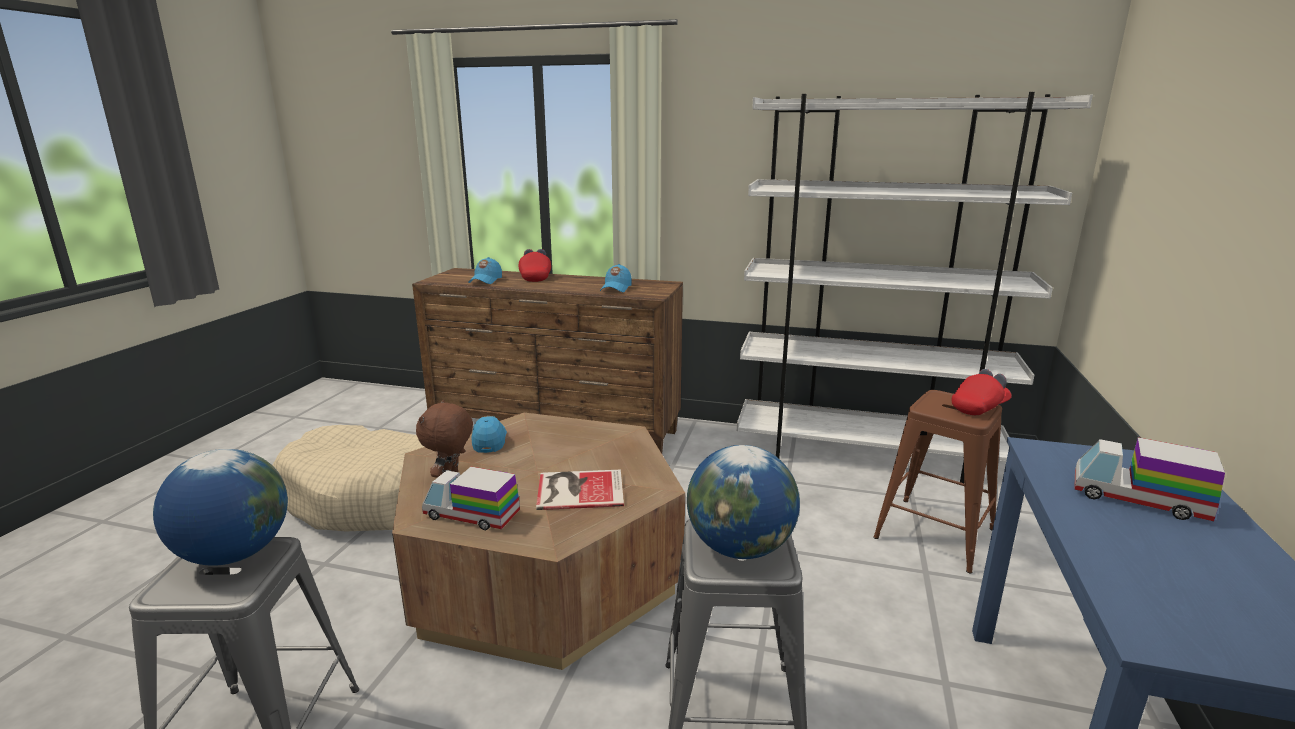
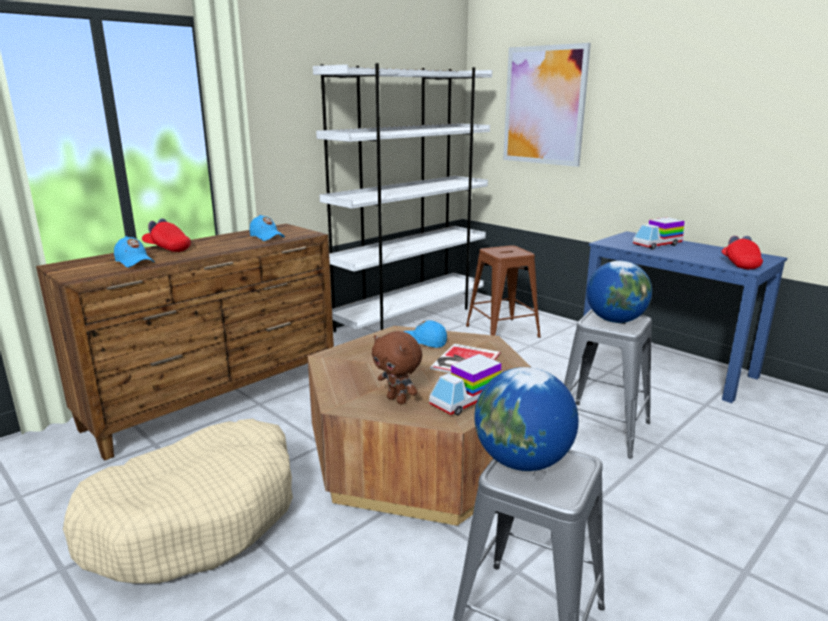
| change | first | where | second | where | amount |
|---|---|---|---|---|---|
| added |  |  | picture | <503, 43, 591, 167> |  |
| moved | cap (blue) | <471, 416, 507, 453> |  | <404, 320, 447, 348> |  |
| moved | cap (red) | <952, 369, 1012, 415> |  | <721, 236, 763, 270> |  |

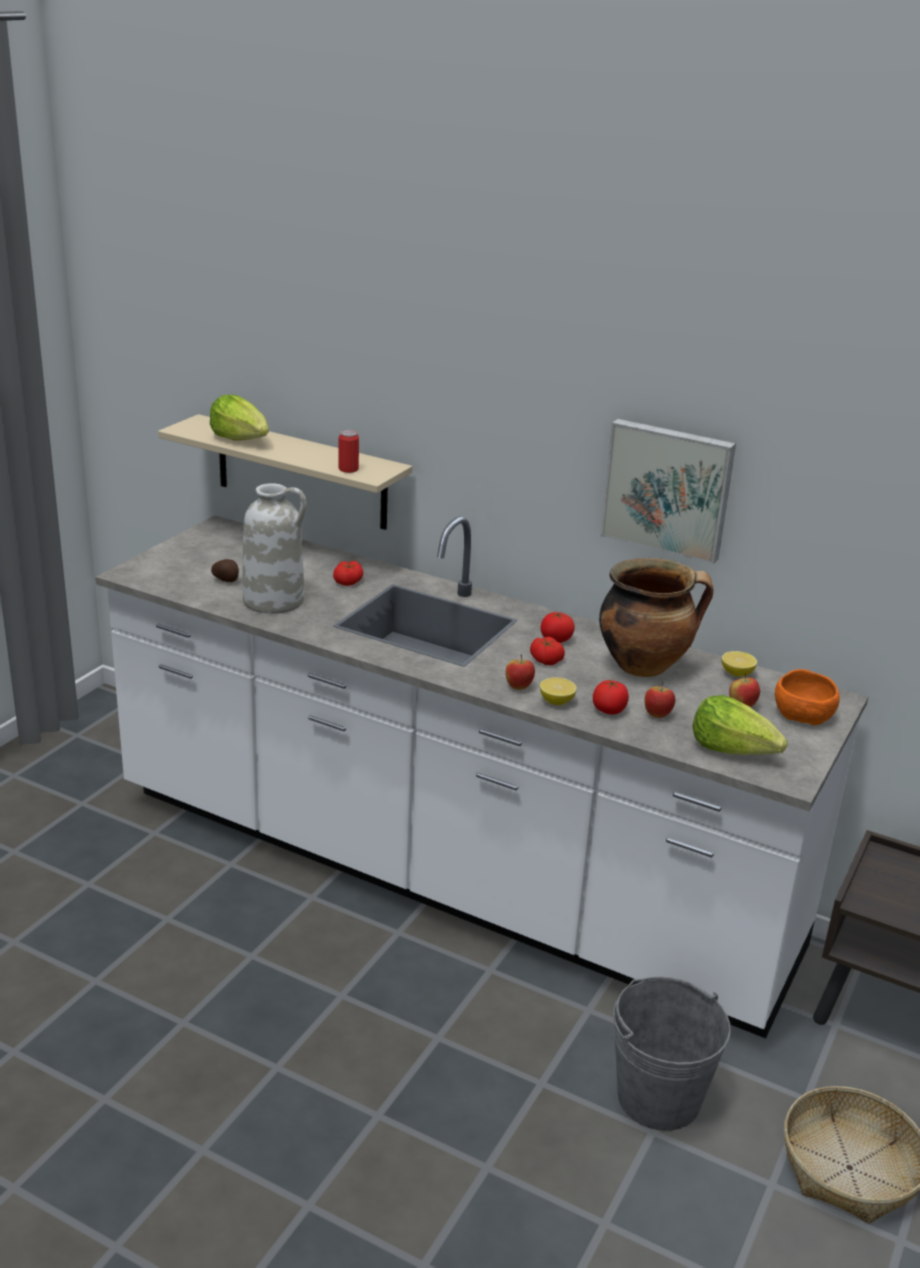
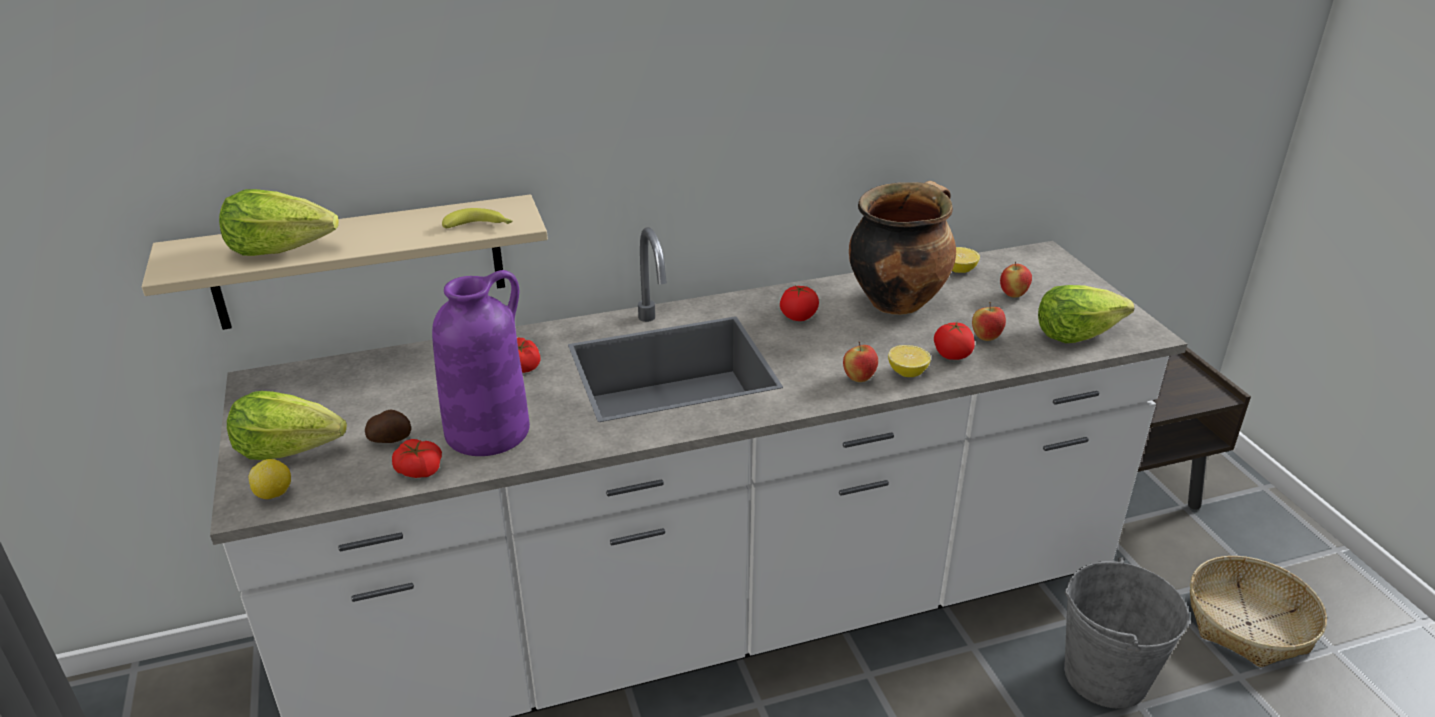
| change | first | where | second | where | amount |
|---|---|---|---|---|---|
| removed | picture | <600, 419, 736, 564> |  |  |  |
| removed | bowl (orange) | <775, 669, 840, 725> |  |  |  |
| added |  |  | lettuce | <227, 391, 347, 460> |  |
| added |  |  | lemon | <249, 459, 291, 499> |  |
| moved | tomato | <530, 637, 565, 665> |  | <392, 439, 442, 478> |  |
| replaced | can | <338, 430, 359, 473> | banana | <442, 208, 513, 228> |  |
| recoloured | vase (white) | <242, 483, 307, 614> | vase (purple) | <432, 270, 530, 456> |  |

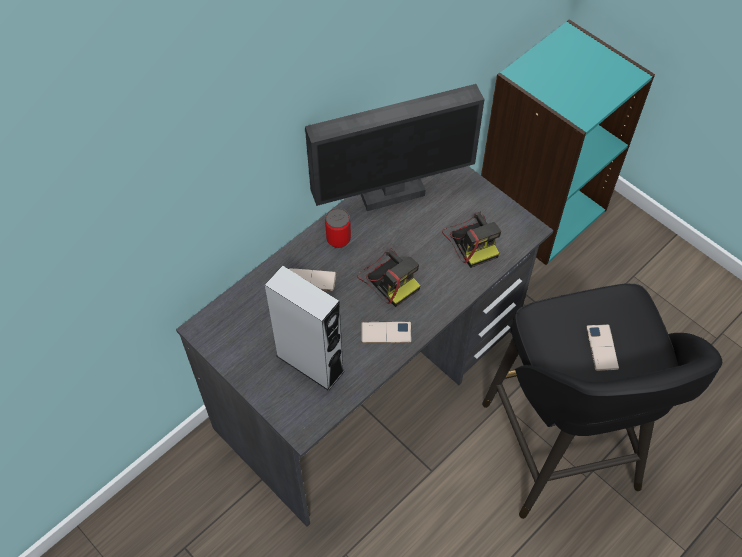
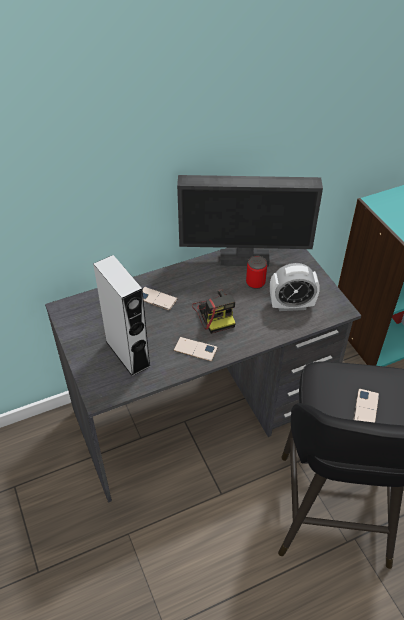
| change | first | where | second | where | amount |
|---|---|---|---|---|---|
| moved | can | <325, 208, 351, 248> |  | <246, 256, 267, 289> |  |
| replaced | photo camera | <442, 212, 501, 268> | alarm clock | <270, 263, 320, 311> |  |

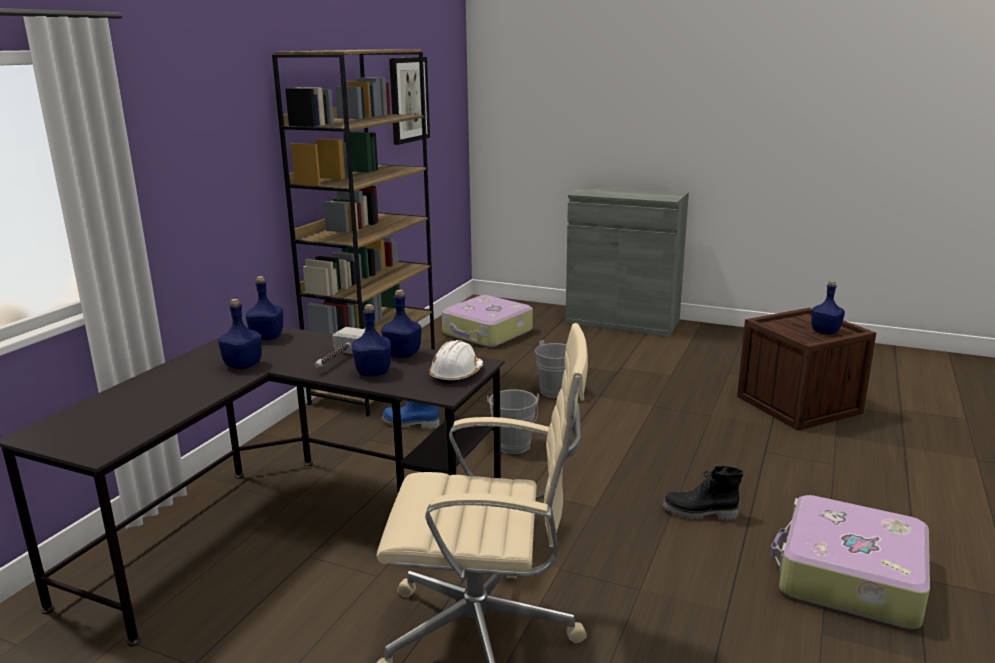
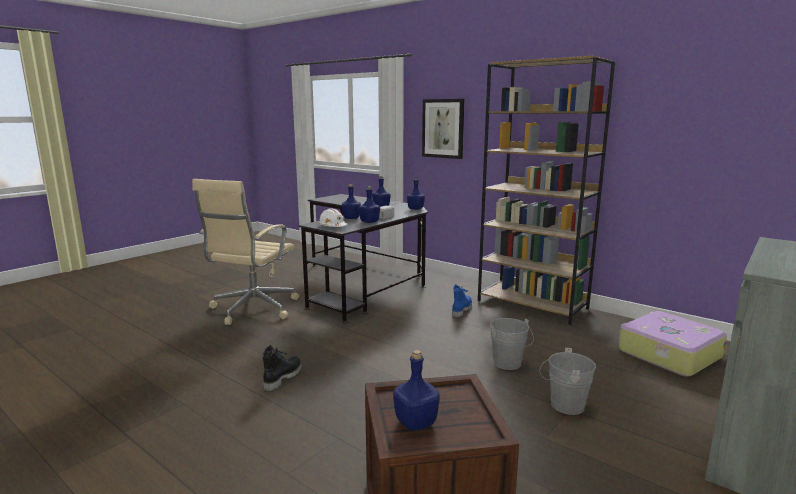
| change | first | where | second | where | amount |
|---|---|---|---|---|---|
| removed | suitcase | <770, 495, 930, 629> |  |  |  |
| moved | picture | <389, 57, 430, 145> |  | <422, 99, 465, 159> |  |
| moved | bucket (grey) | <487, 389, 539, 454> |  | <540, 348, 596, 415> |  |

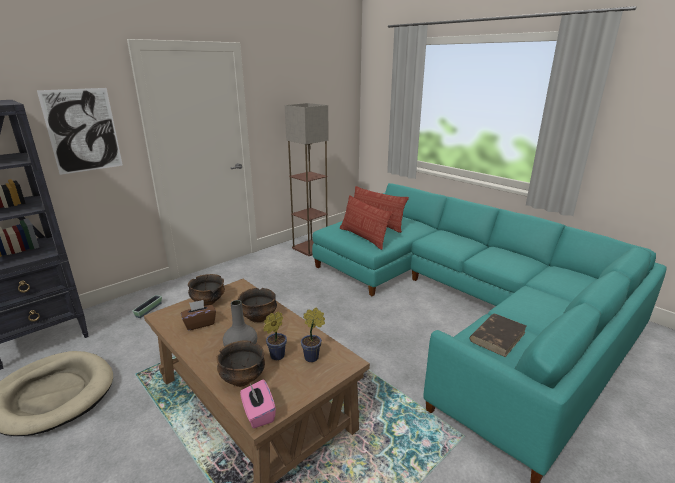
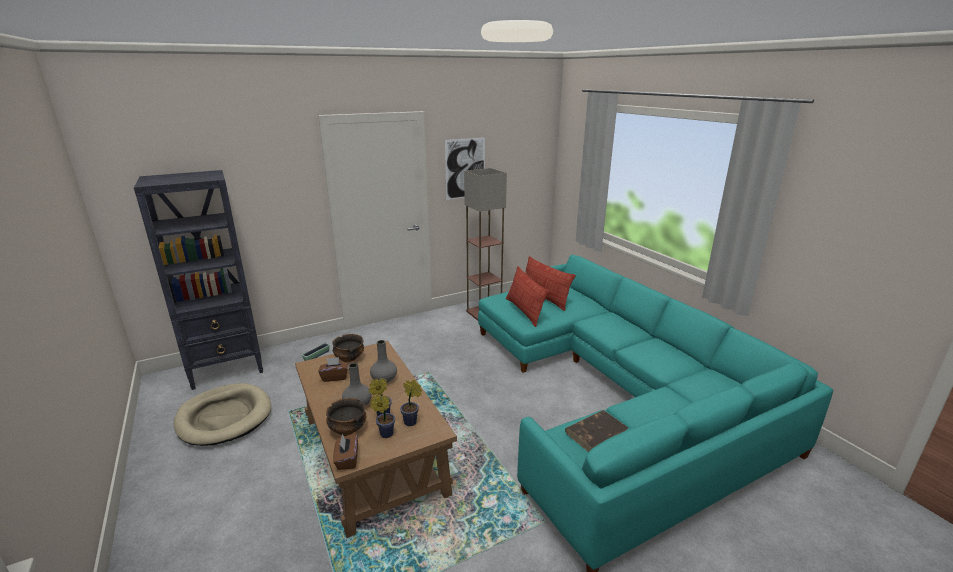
| change | first | where | second | where | amount |
|---|---|---|---|---|---|
| added |  |  | potted plant | <370, 395, 395, 438> |  |
| moved | picture | <37, 88, 123, 175> |  | <445, 137, 485, 200> |  |
| replaced | bowl | <238, 288, 277, 322> | vase (grey) | <370, 340, 397, 383> |  |
| recoloured | tissue box (pink) | <240, 380, 276, 428> | tissue box (brown) | <333, 433, 358, 470> |  |

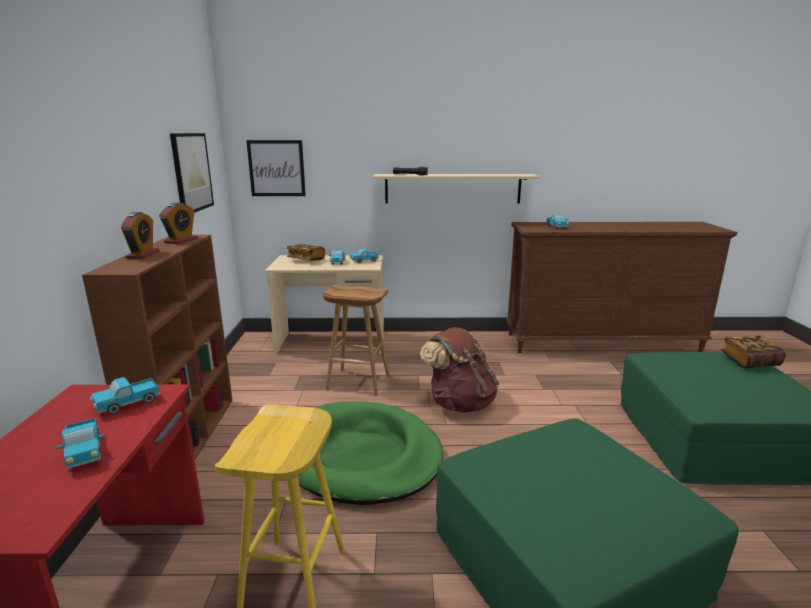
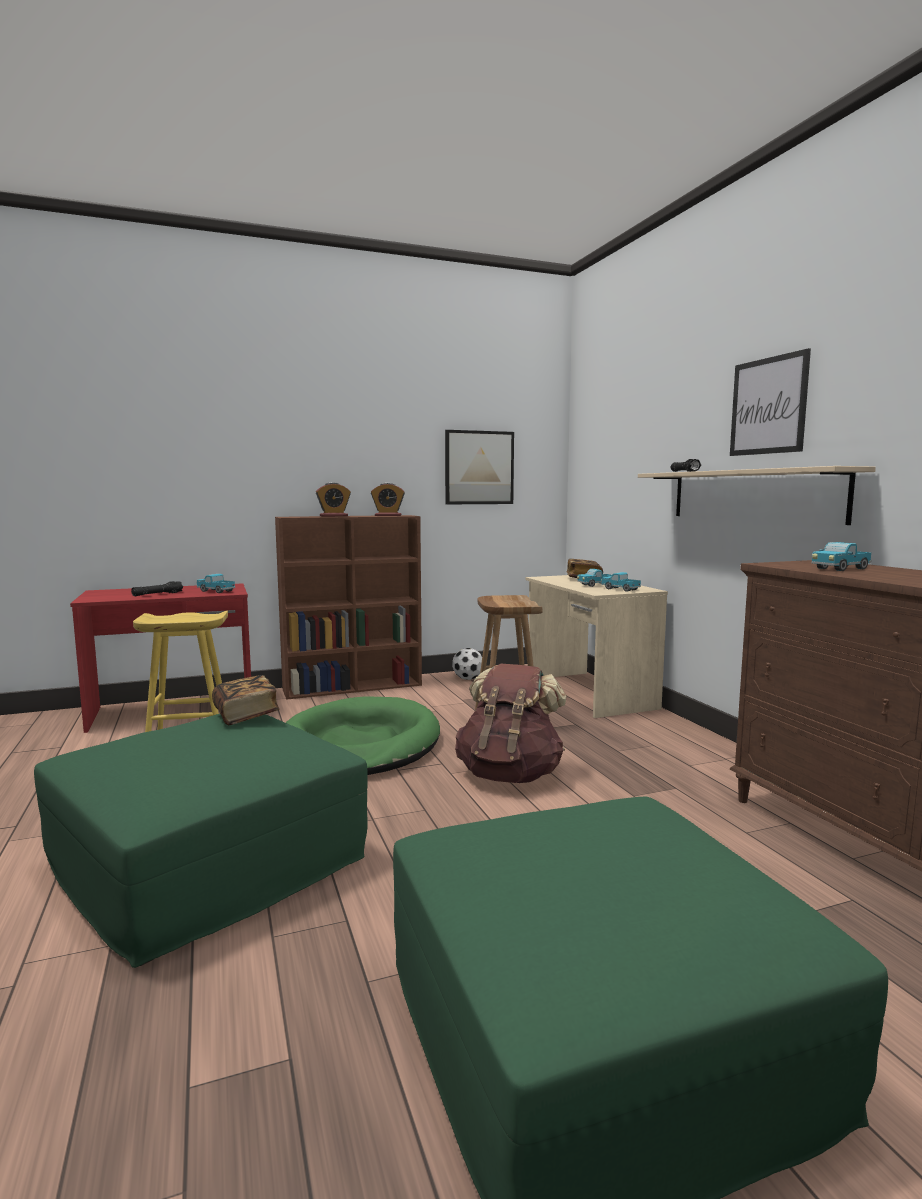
| change | first | where | second | where | amount |
|---|---|---|---|---|---|
| added |  |  | football | <452, 648, 482, 680> |  |
| moved | picture | <246, 140, 306, 196> |  | <730, 348, 811, 456> |  |
| moved | book | <721, 336, 786, 368> |  | <212, 675, 279, 725> |  |
| replaced | toy truck | <56, 418, 105, 469> | flashlight (black) | <131, 581, 183, 596> |  |

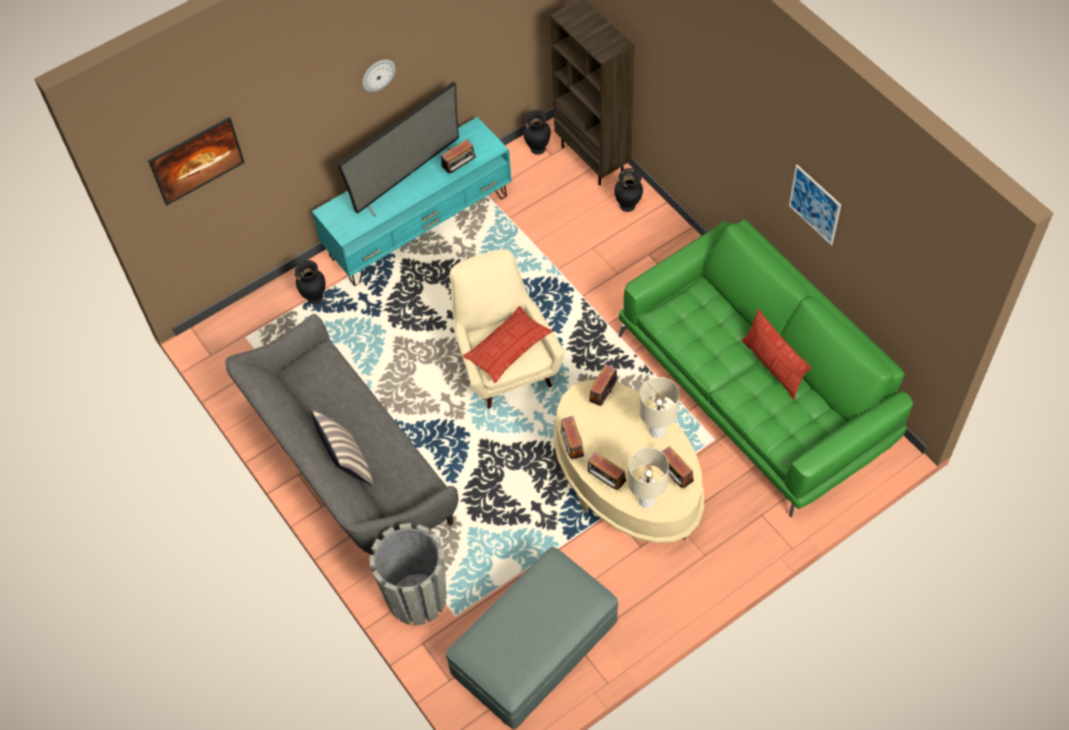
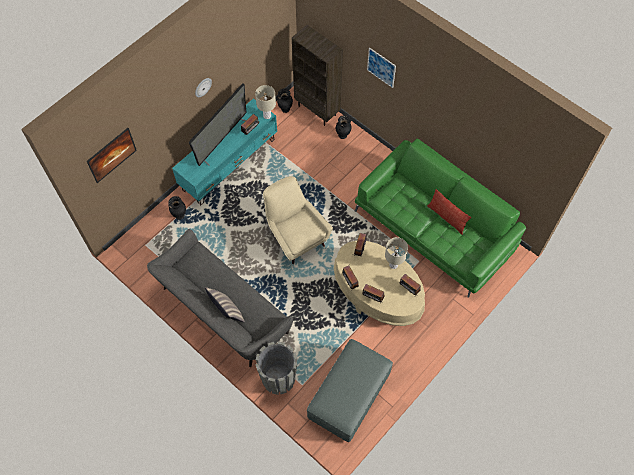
| change | first | where | second | where | amount |
|---|---|---|---|---|---|
| removed | pillow | <463, 306, 552, 383> |  |  |  |
| moved | table lamp (beige) | <628, 447, 669, 508> |  | <255, 85, 276, 119> |  |
| moved | picture | <789, 165, 841, 245> |  | <367, 47, 396, 88> |  |

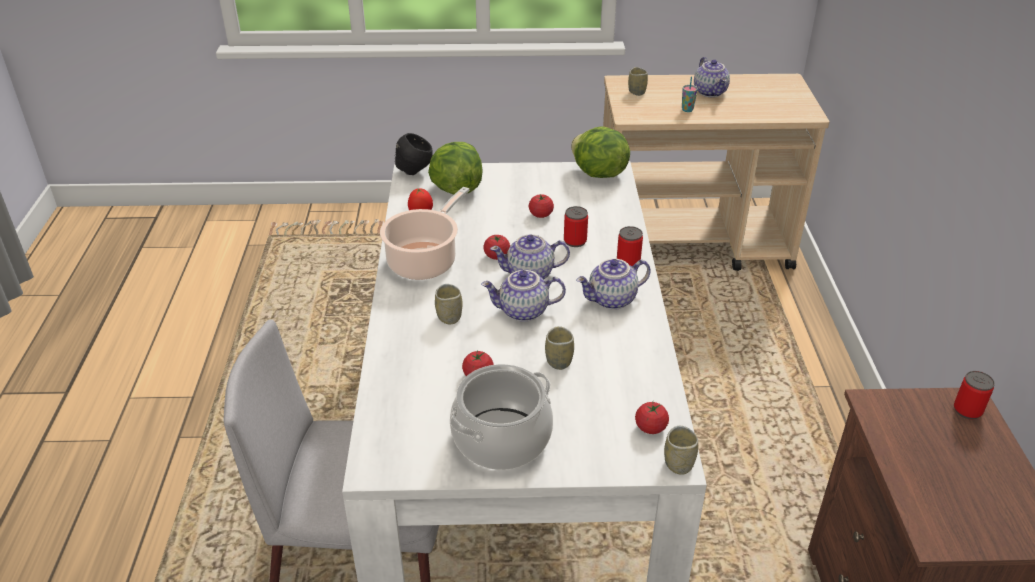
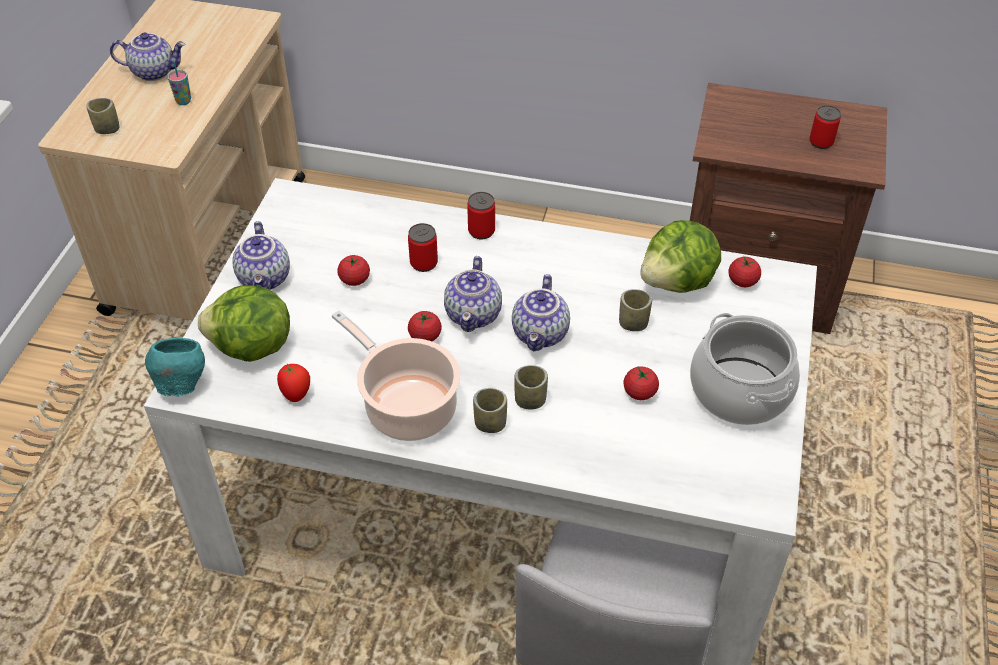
| change | first | where | second | where | amount |
|---|---|---|---|---|---|
| moved | lettuce | <571, 126, 630, 178> |  | <641, 220, 721, 293> |  |
| moved | teapot | <576, 259, 651, 310> |  | <232, 221, 290, 290> |  |
| moved | cup | <664, 426, 698, 475> |  | <473, 388, 507, 433> |  |
| moved | can | <954, 371, 995, 419> |  | <809, 105, 841, 149> |  |
| recoloured | bowl (black) | <395, 133, 432, 175> | bowl (turquoise) | <145, 338, 205, 397> |  |

